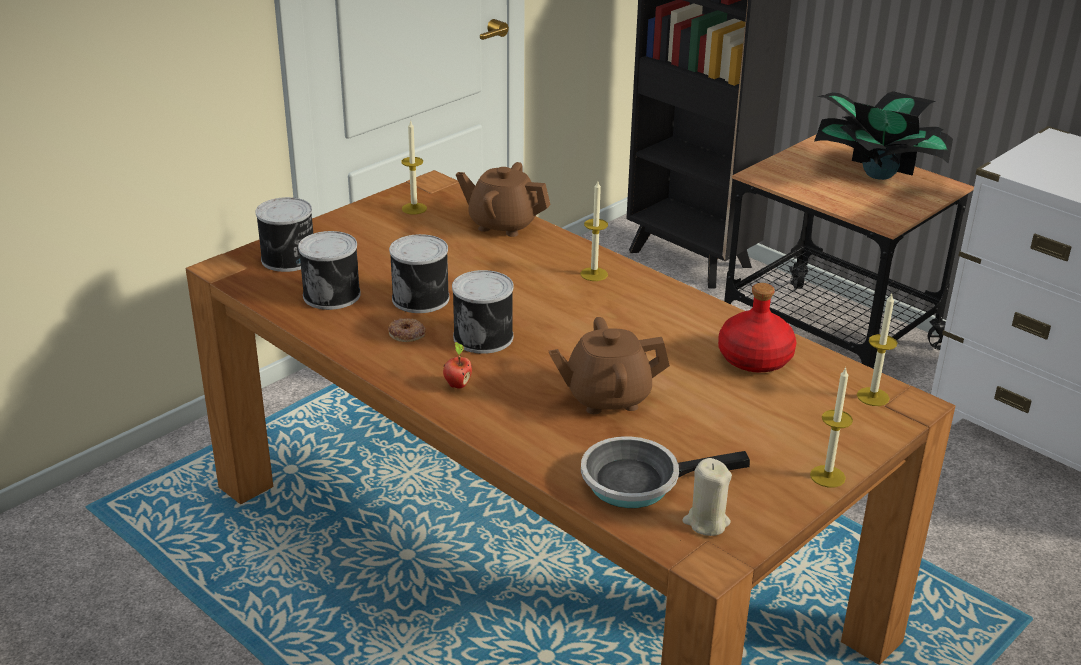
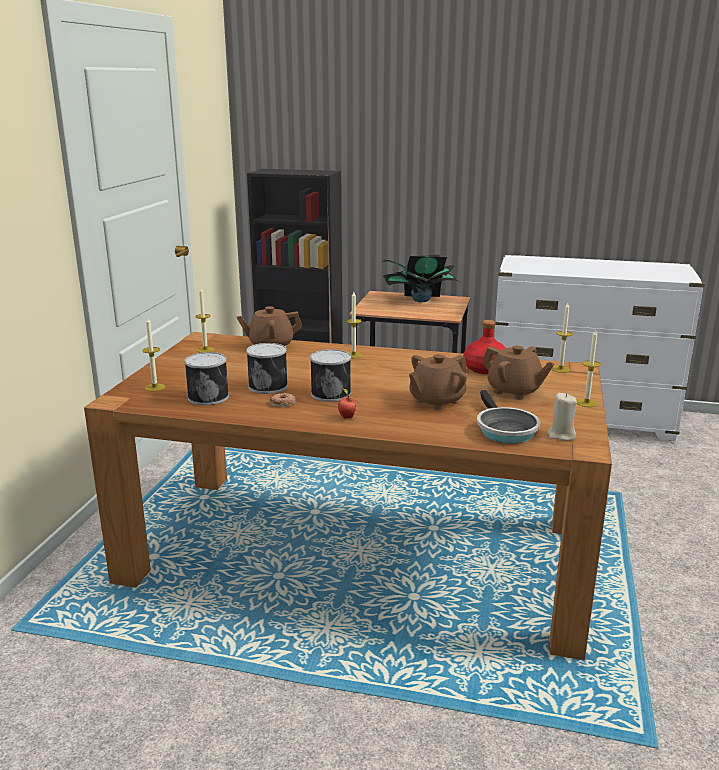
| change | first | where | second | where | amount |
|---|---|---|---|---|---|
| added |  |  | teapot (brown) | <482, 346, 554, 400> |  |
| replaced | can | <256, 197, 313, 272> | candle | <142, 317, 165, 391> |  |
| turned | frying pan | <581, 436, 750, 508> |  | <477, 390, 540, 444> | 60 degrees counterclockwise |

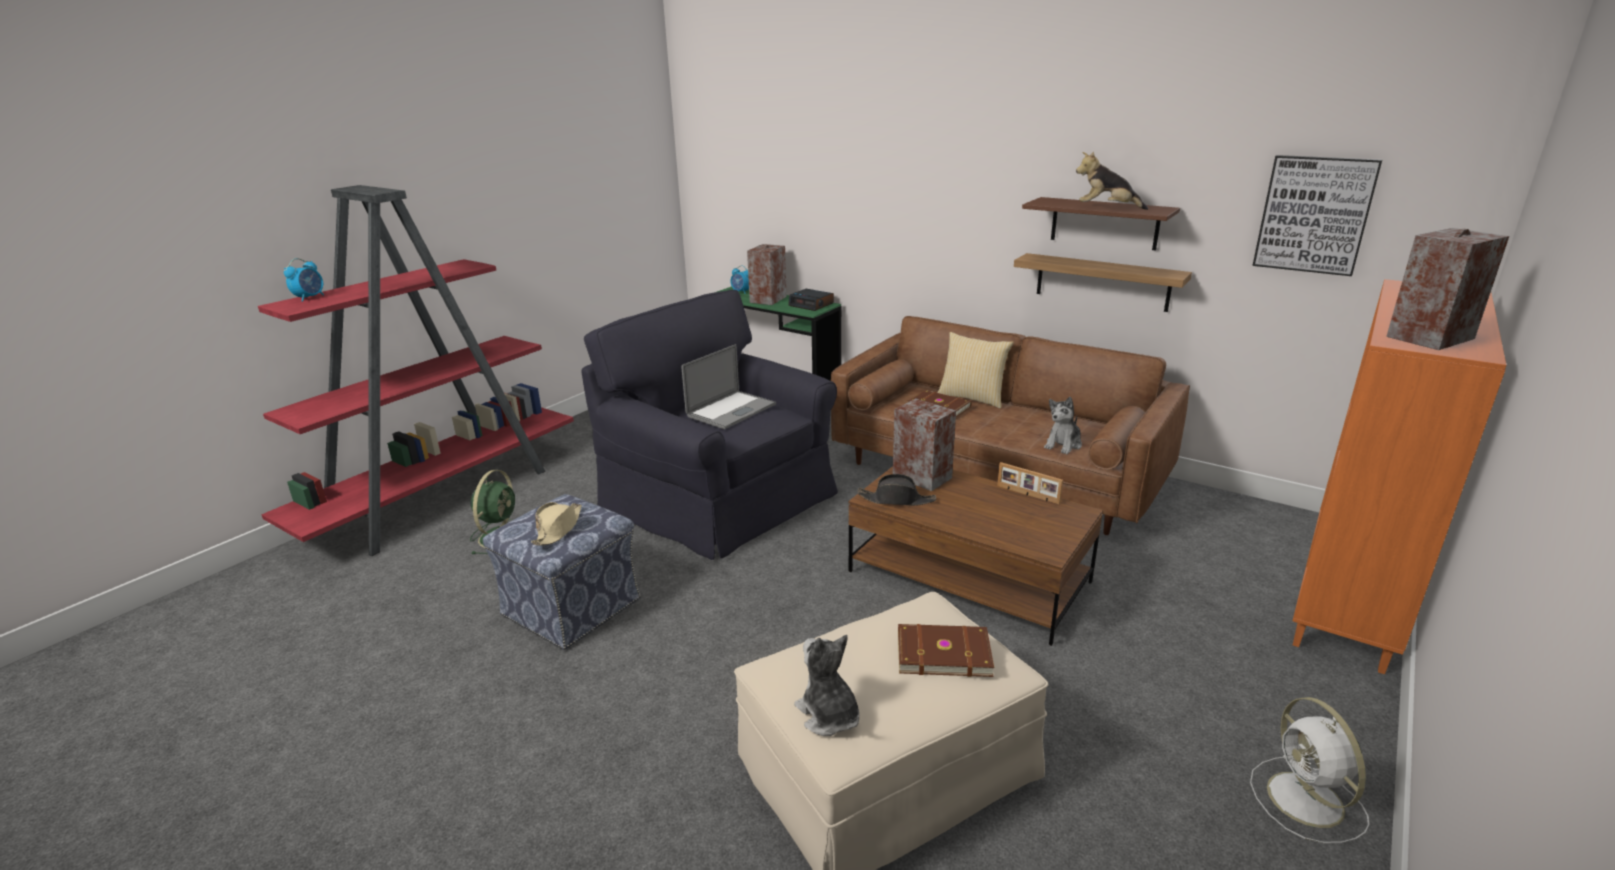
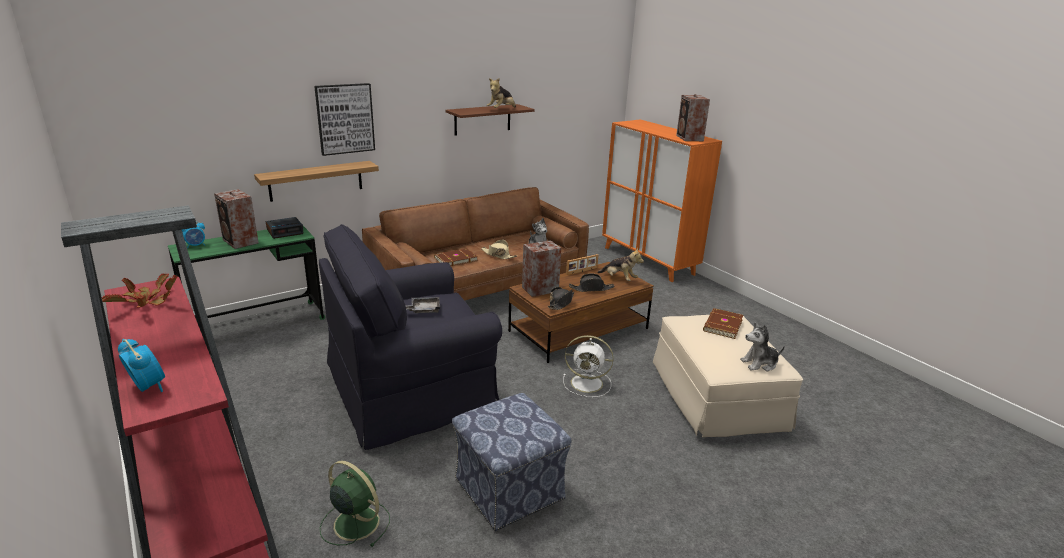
| change | first | where | second | where | amount |
|---|---|---|---|---|---|
| removed | pillow | <938, 332, 1014, 409> |  |  |  |
| added |  |  | potted plant | <102, 272, 178, 308> |  |
| added |  |  | hat (black) | <569, 273, 615, 292> |  |
| added |  |  | plush toy | <597, 247, 644, 281> |  |
| moved | hat (beige) | <531, 502, 582, 546> |  | <481, 240, 517, 259> |  |
| moved | shelf | <1014, 253, 1192, 312> |  | <254, 161, 379, 202> |  |
| moved | fan (white) | <1250, 697, 1369, 843> |  | <563, 335, 614, 397> |  |
| moved | picture | <1252, 155, 1382, 276> |  | <314, 83, 375, 156> |  |
| replaced | laptop | <682, 344, 776, 429> | tray (grey) | <406, 297, 440, 313> |  |

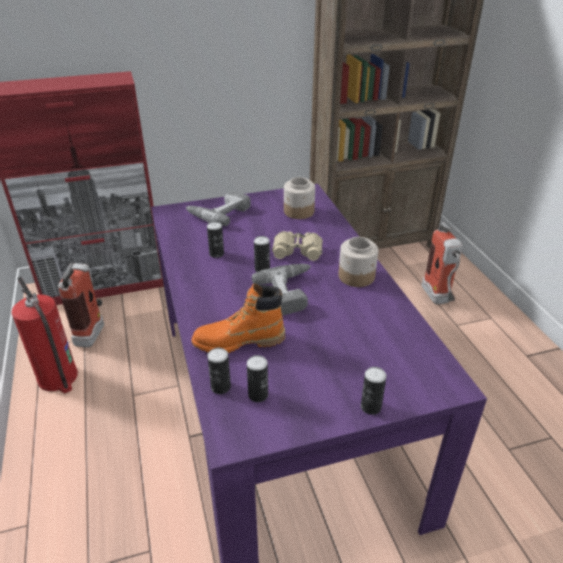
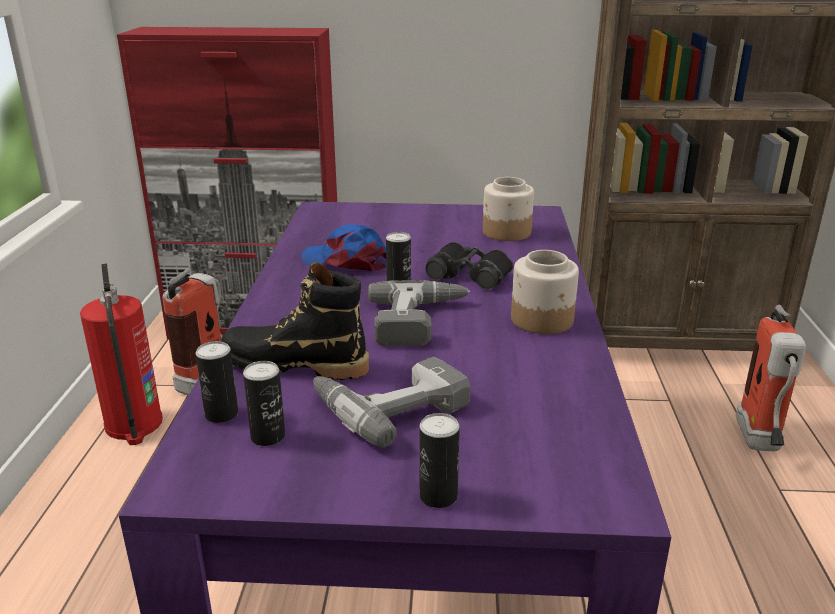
| change | first | where | second | where | amount |
|---|---|---|---|---|---|
| moved | power drill | <186, 191, 251, 226> |  | <313, 357, 470, 448> |  |
| replaced | can | <207, 222, 224, 258> | cap (blue) | <301, 224, 386, 271> |  |
| recoloured | boot (orange) | <191, 283, 285, 353> | boot (black) | <221, 262, 369, 380> |  |
| recoloured | binoculars (beige) | <272, 231, 323, 261> | binoculars (black) | <425, 242, 513, 290> |  |

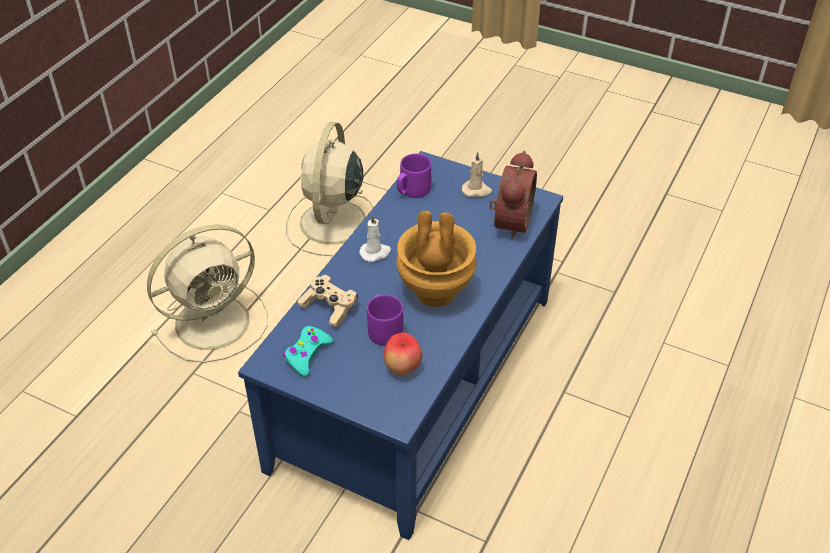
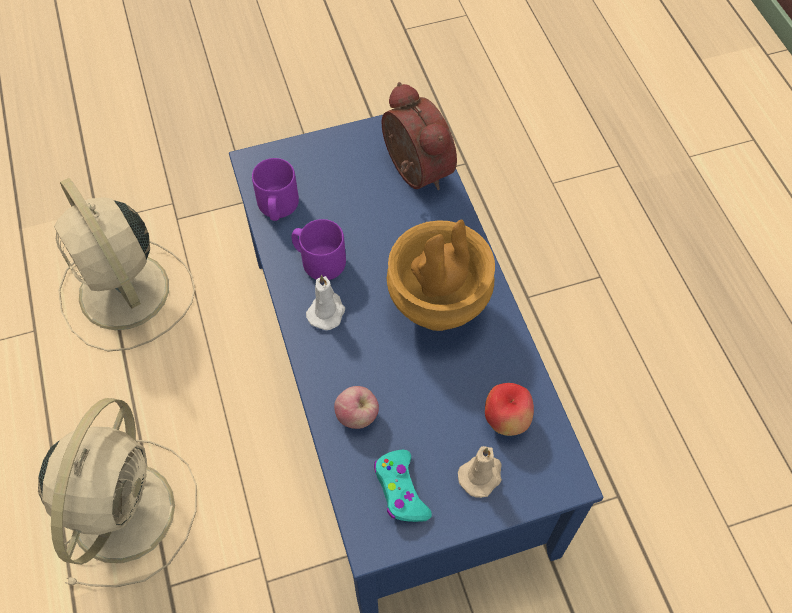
| change | first | where | second | where | amount |
|---|---|---|---|---|---|
| moved | mug (purple) | <367, 295, 403, 346> |  | <291, 219, 346, 280> |  |
| moved | candle (beige) | <462, 152, 492, 197> |  | <458, 446, 502, 498> |  |
| replaced | game controller (beige) | <297, 275, 358, 328> | apple | <334, 386, 379, 429> |  |

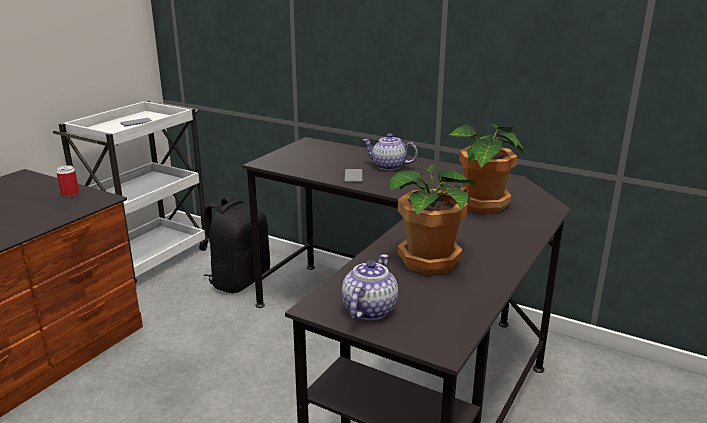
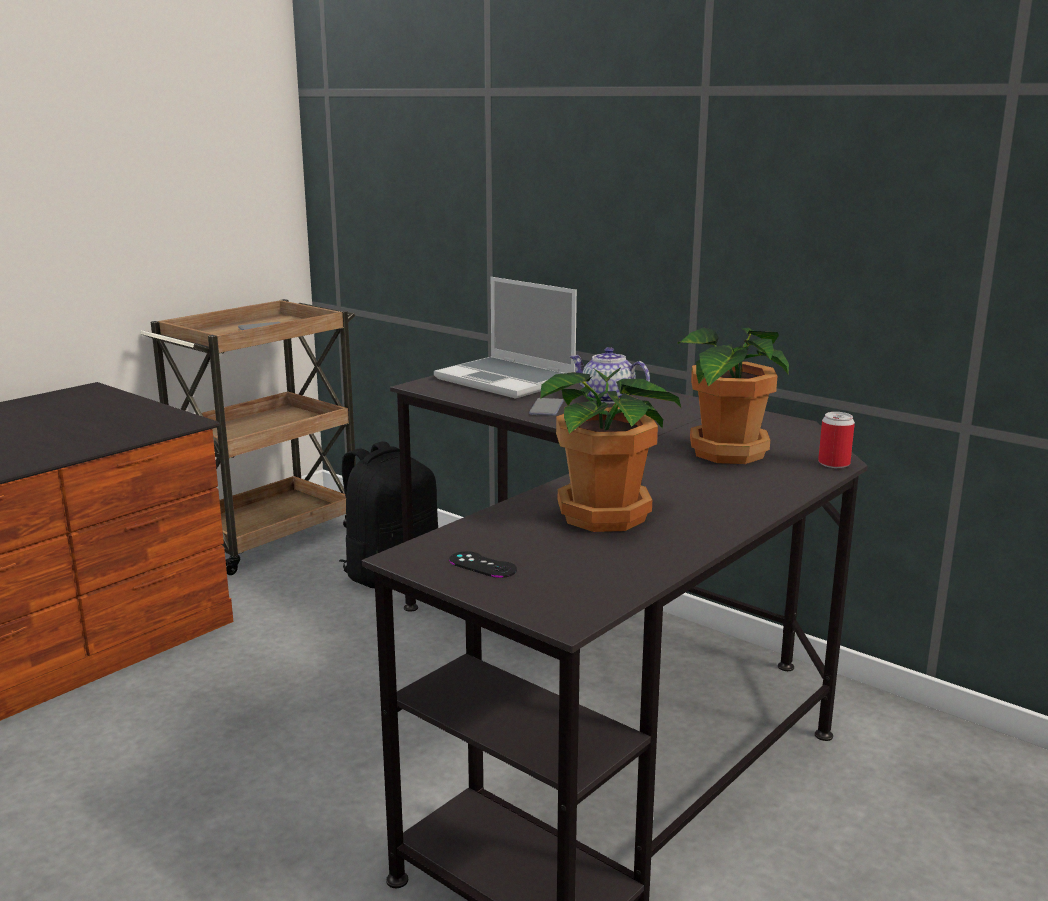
| change | first | where | second | where | amount |
|---|---|---|---|---|---|
| added |  |  | laptop | <434, 277, 577, 399> |  |
| moved | can | <56, 165, 79, 197> |  | <818, 412, 855, 468> |  |
| replaced | teapot | <342, 254, 398, 320> | game controller (black) | <449, 551, 517, 578> |  |
| recoloured | cart (white) | <53, 100, 209, 286> | cart (brown) | <140, 299, 356, 575> |  |

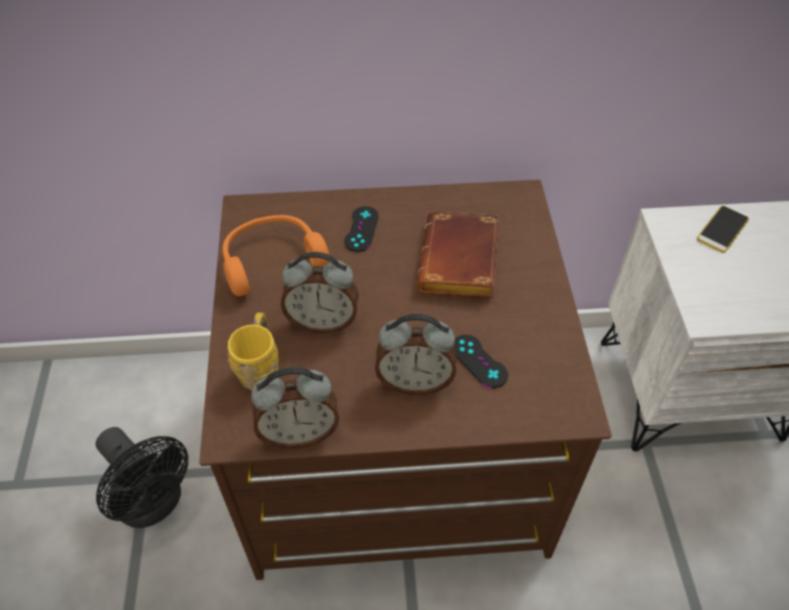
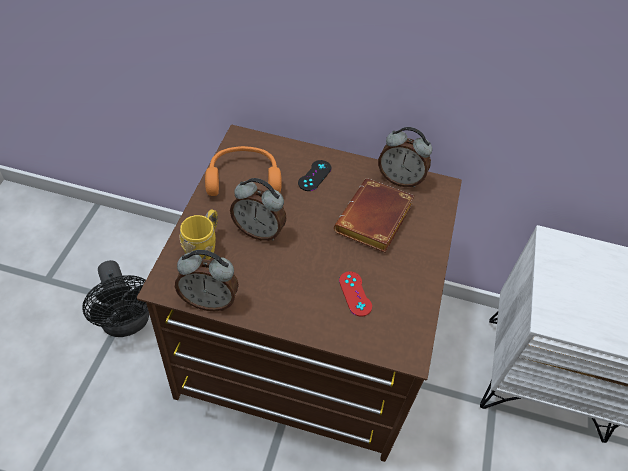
| change | first | where | second | where | amount |
|---|---|---|---|---|---|
| removed | phone | <697, 206, 749, 253> |  |  |  |
| moved | alarm clock | <375, 314, 456, 395> |  | <378, 127, 432, 187> |  |
| recoloured | game controller (black) | <454, 335, 508, 388> | game controller (red) | <339, 271, 372, 317> |  |

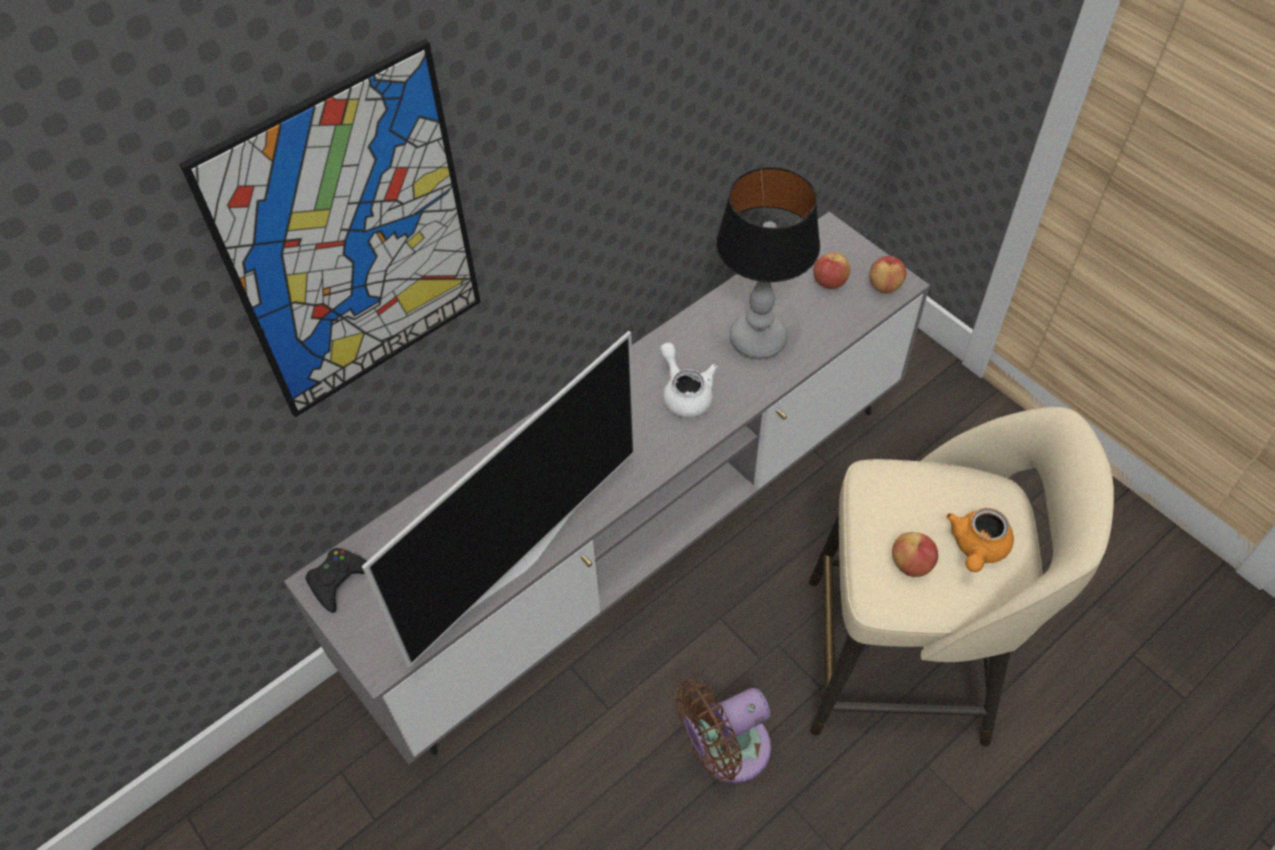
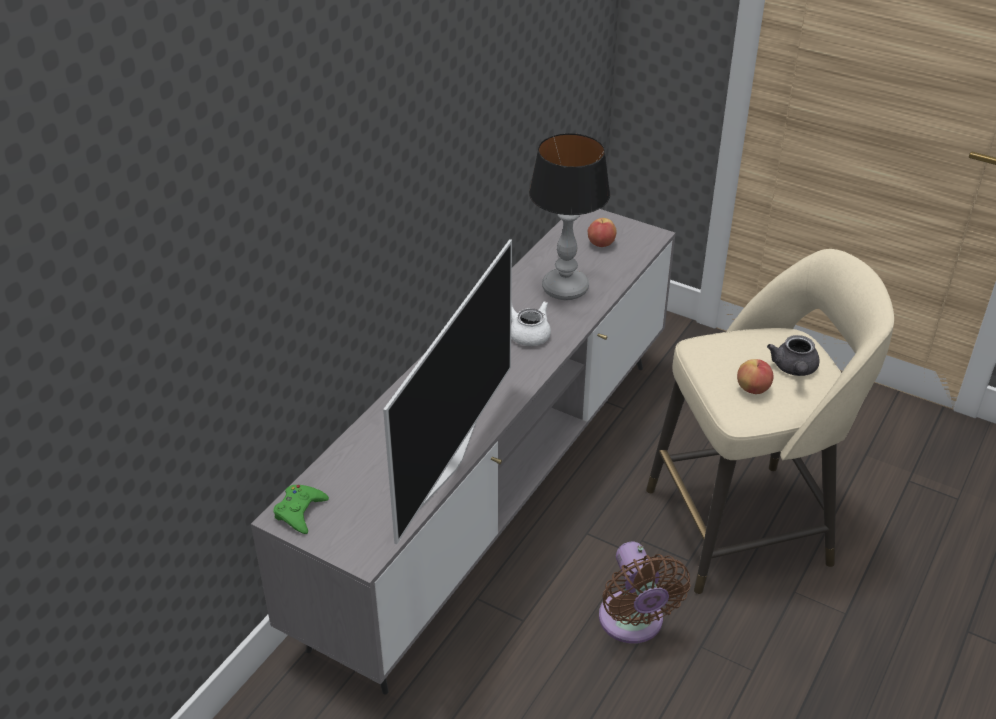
| change | first | where | second | where | amount |
|---|---|---|---|---|---|
| removed | picture | <179, 39, 481, 417> |  |  |  |
| removed | apple | <870, 256, 907, 293> |  |  |  |
| recoloured | game controller (black) | <305, 548, 367, 613> | game controller (green) | <273, 485, 329, 534> |  |
| recoloured | teapot (orange) | <946, 508, 1014, 572> | teapot (grey) | <767, 335, 820, 376> |  |
| turned | fan (brown) | <675, 679, 771, 783> |  | <599, 541, 691, 644> | 60 degrees counterclockwise |

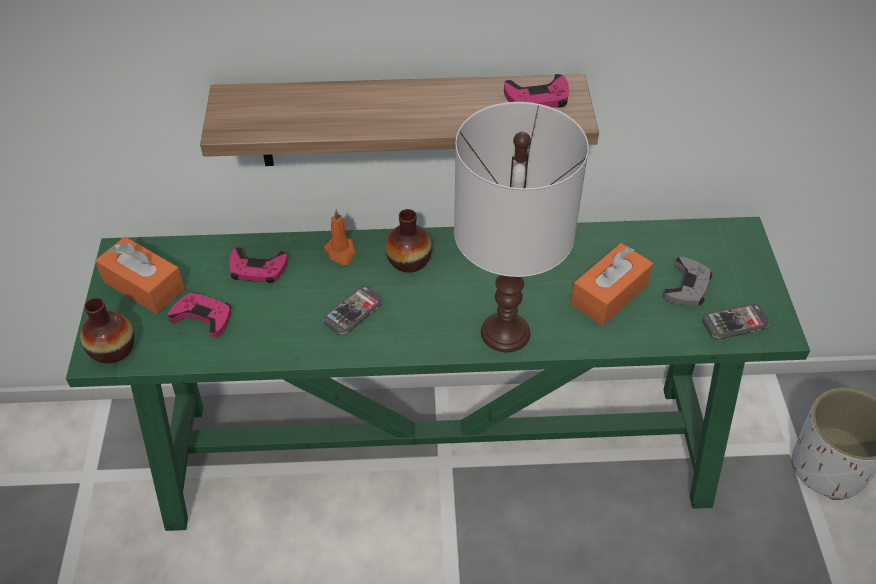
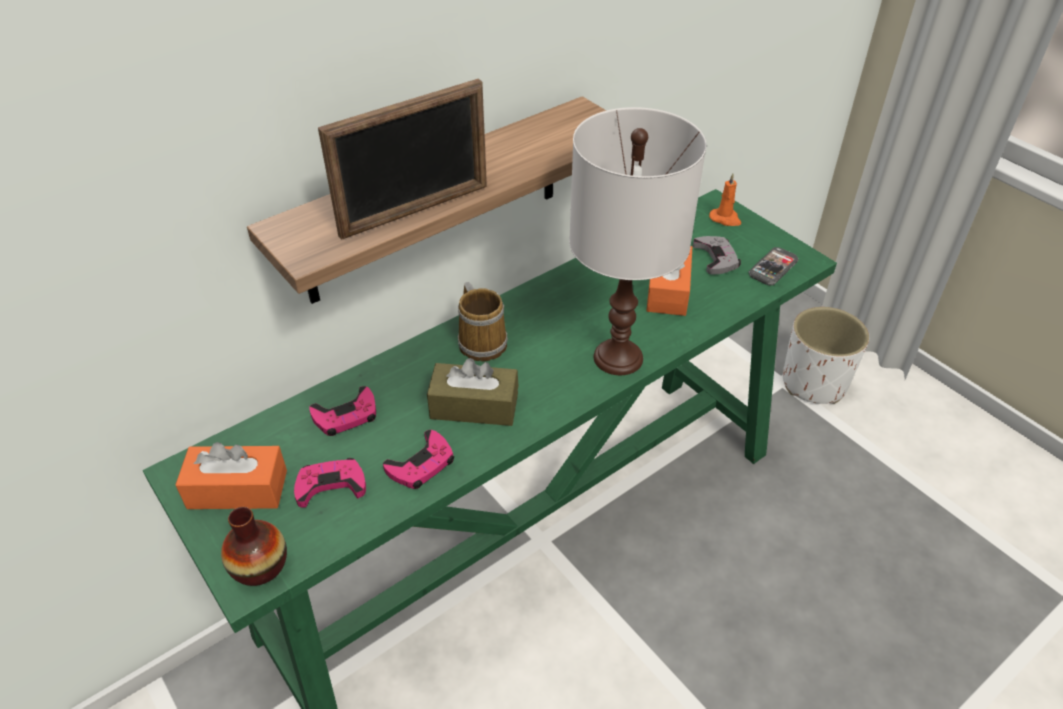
| change | first | where | second | where | amount |
|---|---|---|---|---|---|
| added |  |  | picture frame | <318, 78, 487, 240> |  |
| moved | candle (orange) | <324, 209, 356, 265> |  | <709, 173, 741, 226> |  |
| moved | game controller (pink) | <504, 74, 569, 108> |  | <383, 430, 454, 489> |  |
| replaced | phone | <323, 286, 384, 335> | tissue box (brown) | <427, 358, 518, 426> |  |
| replaced | vase | <385, 209, 432, 273> | mug | <458, 282, 508, 361> |  |

